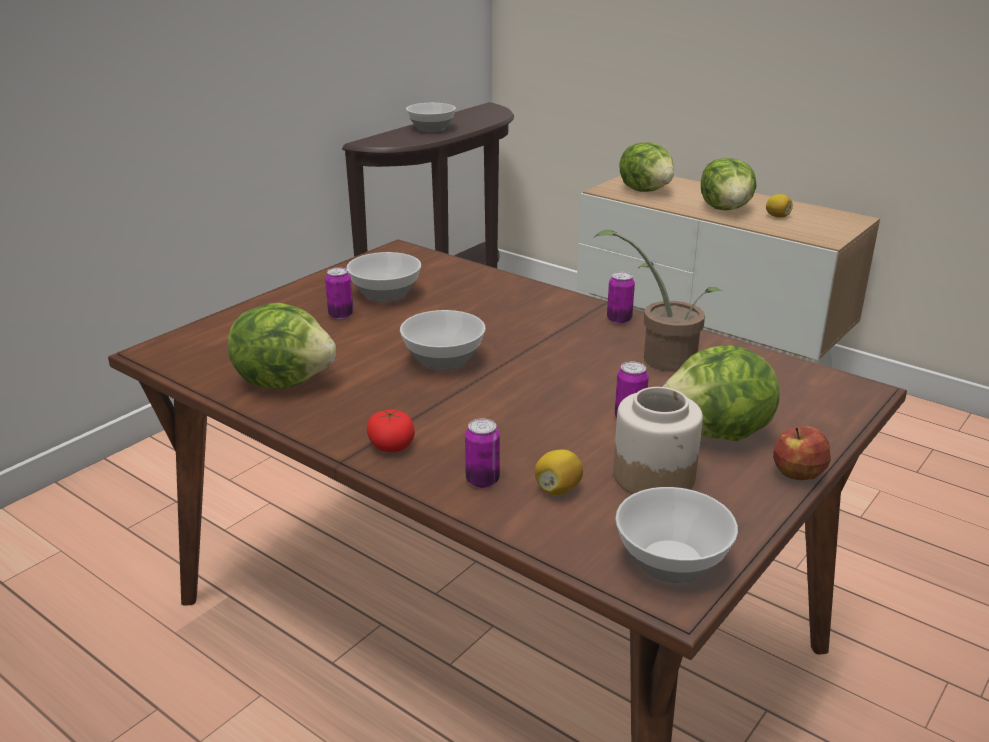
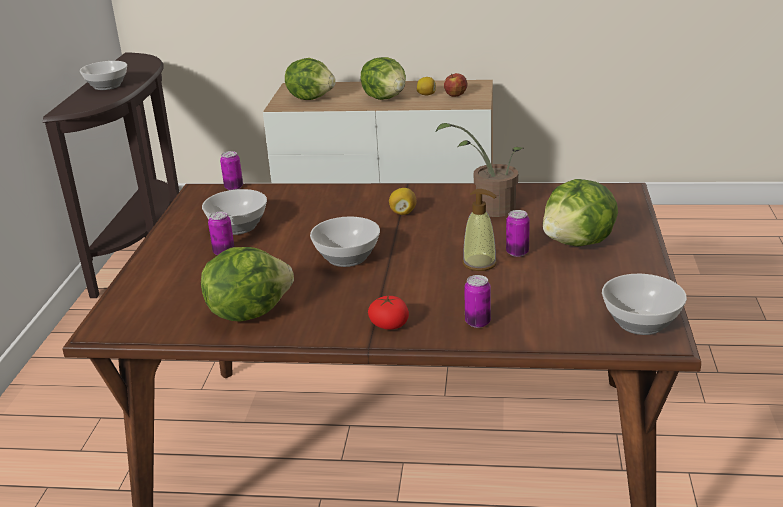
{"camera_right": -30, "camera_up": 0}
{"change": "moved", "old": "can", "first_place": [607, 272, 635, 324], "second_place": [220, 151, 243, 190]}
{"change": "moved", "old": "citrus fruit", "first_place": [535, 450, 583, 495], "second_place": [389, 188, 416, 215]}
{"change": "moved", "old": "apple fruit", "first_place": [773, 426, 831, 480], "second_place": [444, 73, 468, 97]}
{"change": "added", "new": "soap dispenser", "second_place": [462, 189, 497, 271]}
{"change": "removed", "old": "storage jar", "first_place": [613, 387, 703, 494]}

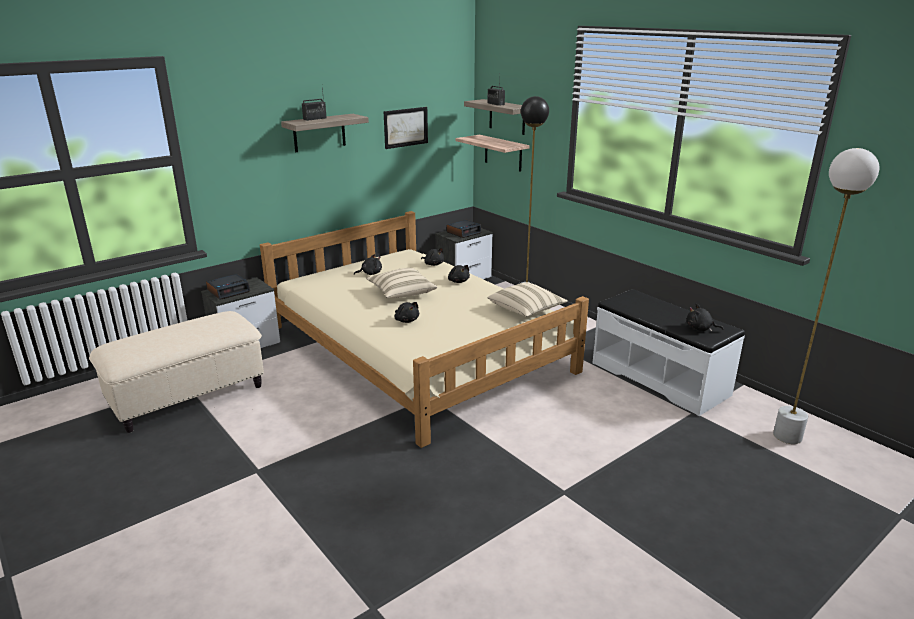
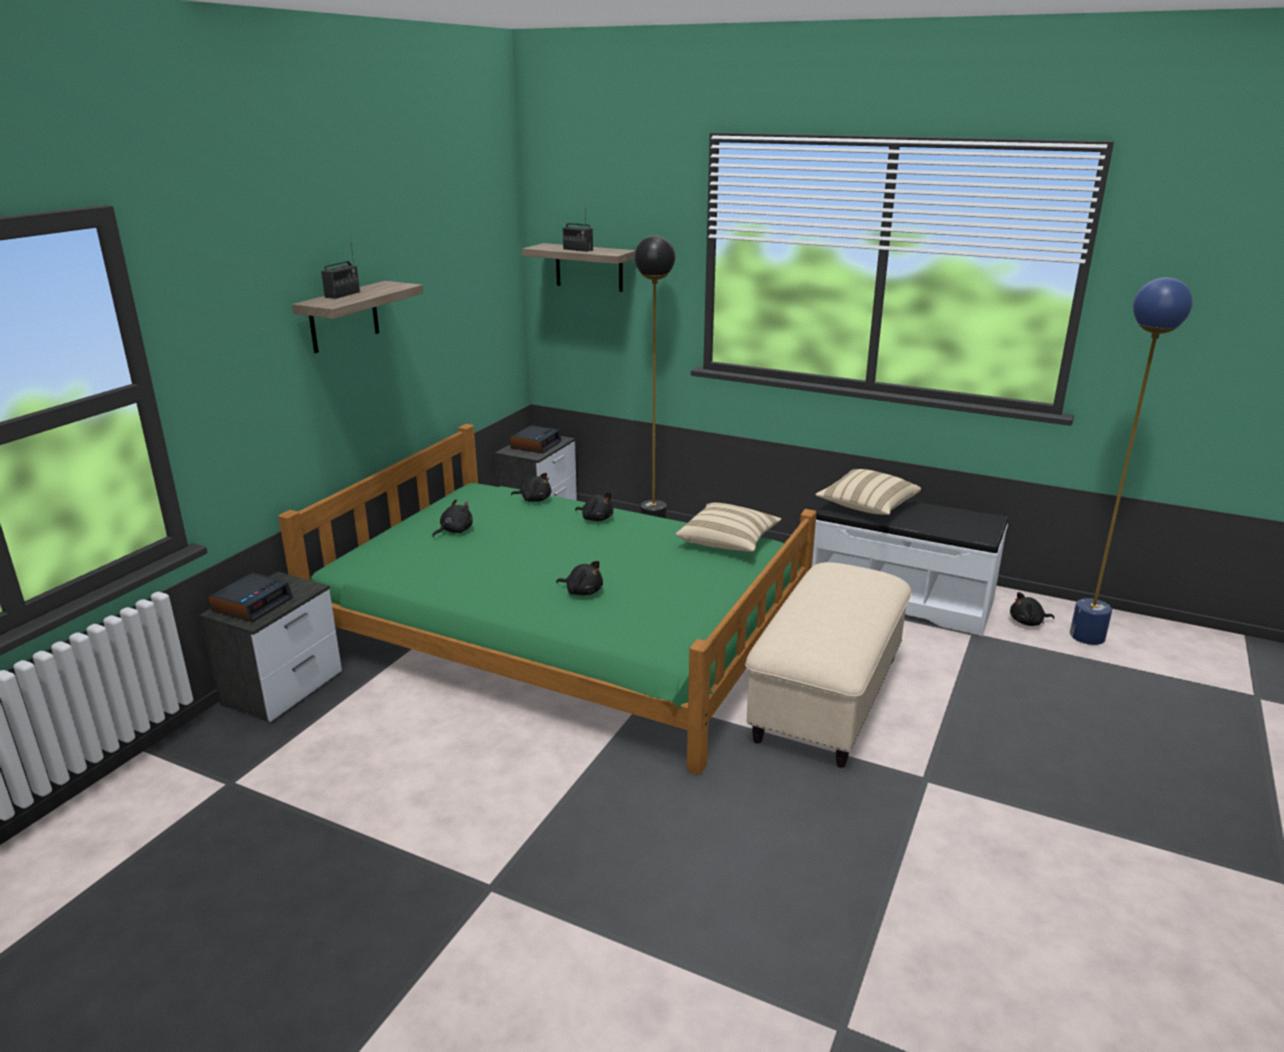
{"camera_right": -25, "camera_up": 0}
{"change": "recoloured", "old": "beige-coloured sleeping bed", "new": "greenish sleeping bed", "first_place": [260, 211, 589, 448], "second_place": [278, 424, 817, 775]}
{"change": "moved", "old": "beige-coloured footrest", "first_place": [89, 311, 264, 433], "second_place": [745, 562, 912, 768]}
{"change": "moved", "old": "beige-coloured pillow", "first_place": [366, 268, 437, 298], "second_place": [815, 469, 921, 515]}
{"change": "moved", "old": "black soft toy", "first_place": [686, 304, 724, 332], "second_place": [1010, 592, 1055, 626]}
{"change": "recoloured", "old": "white standard lamp", "new": "blue standard lamp", "first_place": [773, 148, 879, 444], "second_place": [1070, 277, 1193, 645]}
{"change": "removed", "old": "wall picture", "first_place": [384, 107, 428, 149]}
{"change": "removed", "old": "wall shelf", "first_place": [455, 135, 530, 172]}

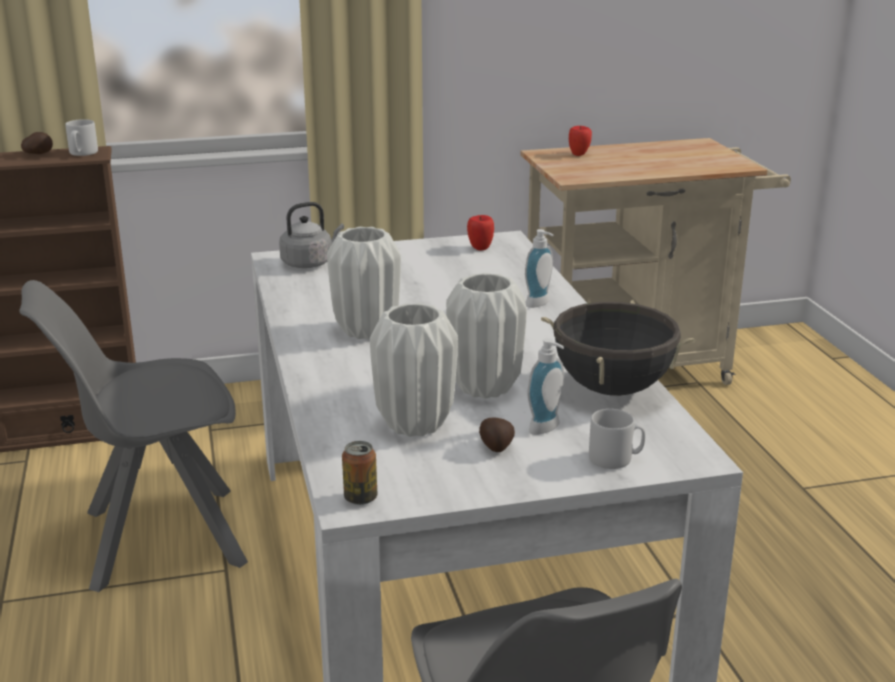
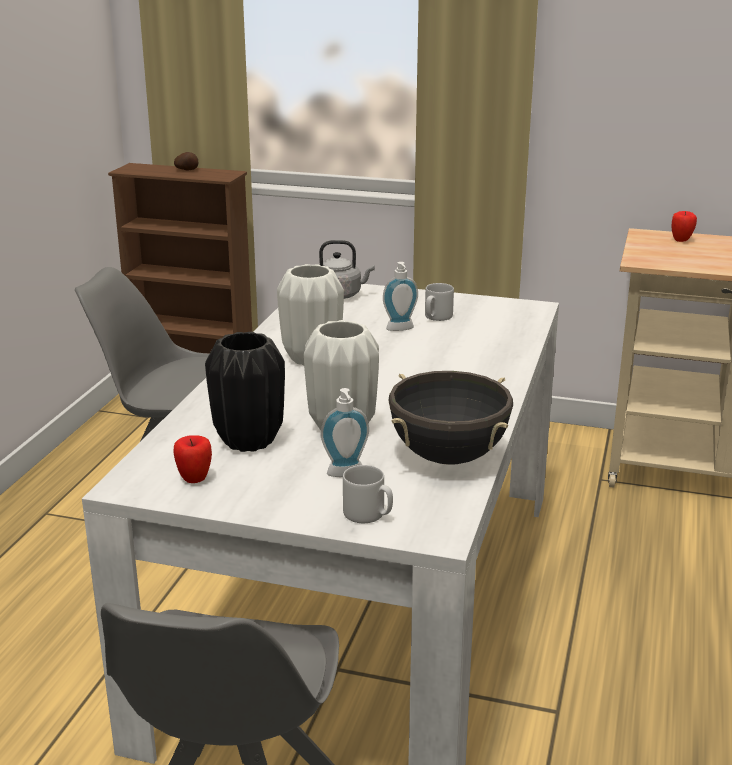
{"camera_right": 30, "camera_up": 0}
{"change": "moved", "old": "apple fruit", "first_place": [467, 215, 494, 250], "second_place": [174, 435, 212, 483]}
{"change": "recoloured", "old": "white flower vase", "new": "black flower vase", "first_place": [370, 303, 458, 437], "second_place": [205, 332, 285, 452]}
{"change": "moved", "old": "soap dispenser", "first_place": [525, 229, 554, 308], "second_place": [383, 262, 418, 331]}
{"change": "moved", "old": "grey mug", "first_place": [65, 119, 98, 156], "second_place": [425, 283, 454, 321]}
{"change": "removed", "old": "can", "first_place": [342, 441, 378, 505]}
{"change": "removed", "old": "potato", "first_place": [479, 417, 515, 452]}

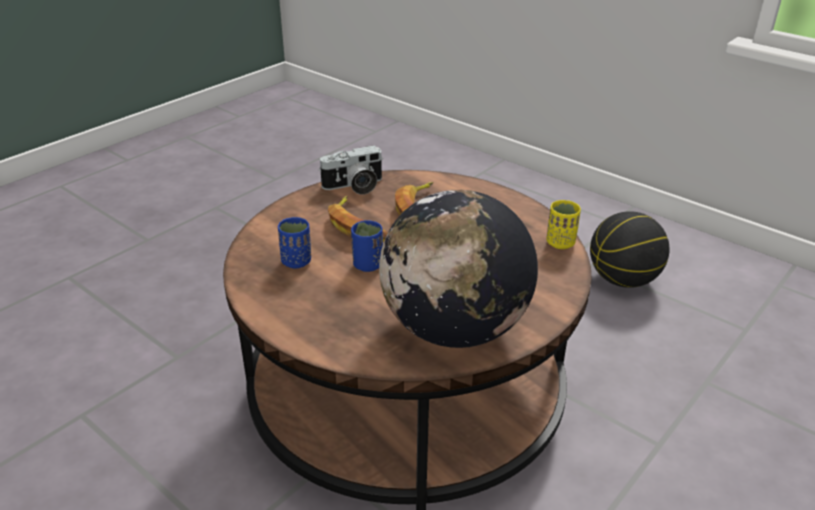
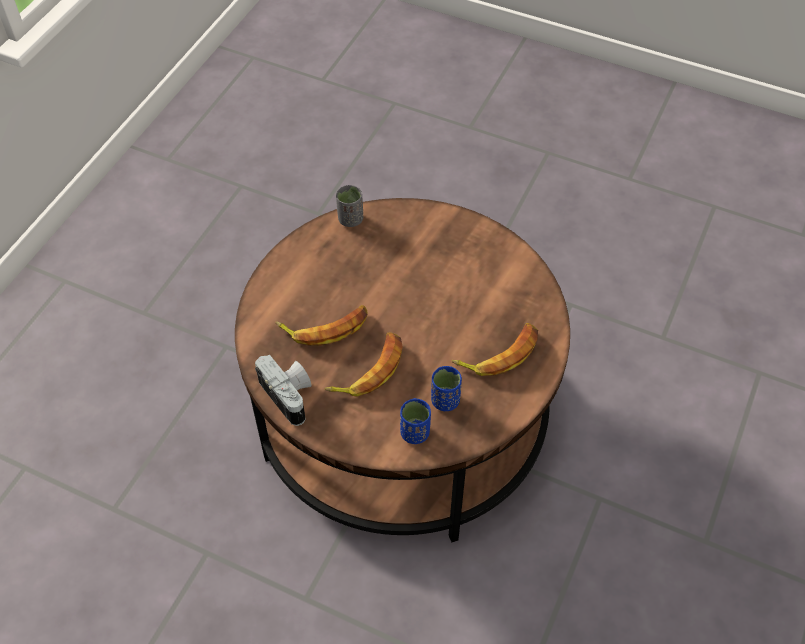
{"camera_right": -105, "camera_up": 20}
{"change": "recoloured", "old": "yellowish drinking cup", "new": "grey drinking cup", "first_place": [546, 200, 581, 249], "second_place": [336, 185, 363, 227]}
{"change": "moved", "old": "blue drinking cup", "first_place": [351, 220, 383, 272], "second_place": [400, 398, 431, 444]}
{"change": "added", "new": "banana fruit", "second_place": [451, 323, 538, 376]}
{"change": "removed", "old": "globe", "first_place": [379, 190, 538, 348]}
{"change": "removed", "old": "basketball", "first_place": [590, 211, 670, 288]}

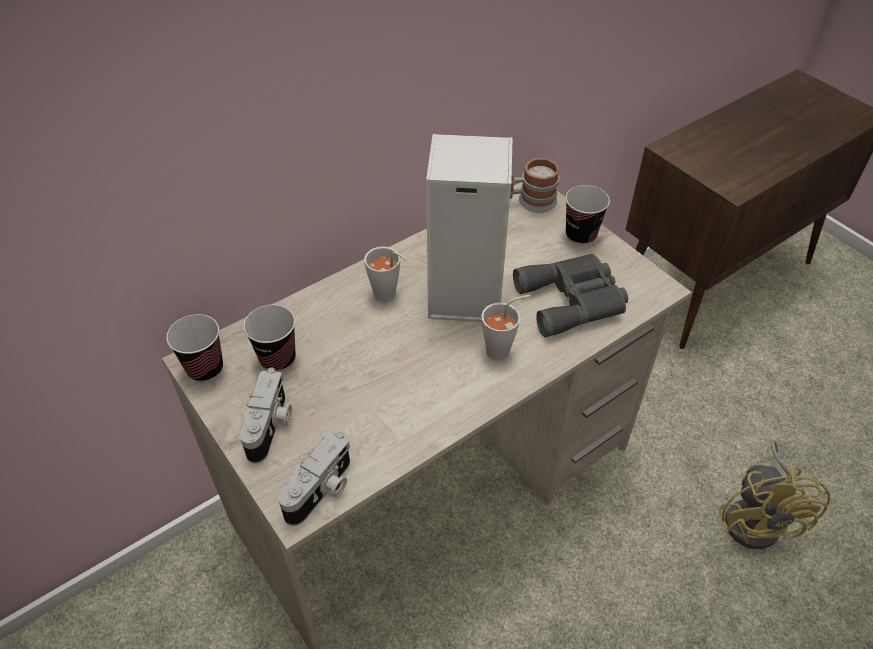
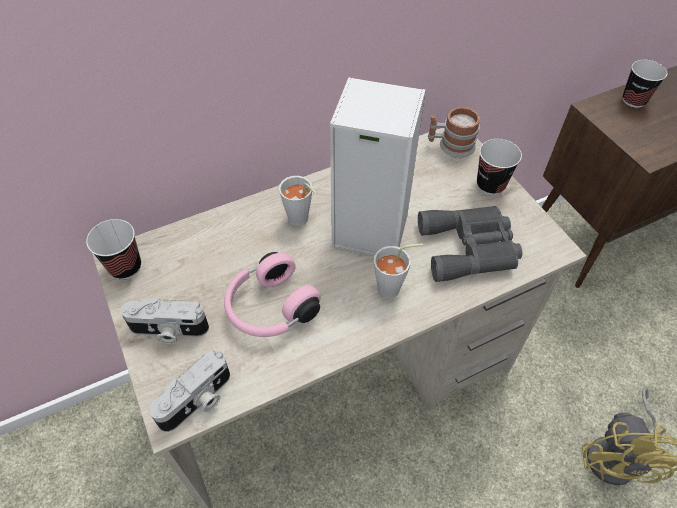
{"camera_right": 10, "camera_up": 5}
{"change": "turned", "old": "photo camera", "first_place": [239, 368, 292, 464], "second_place": [120, 298, 209, 345], "degrees": 75}
{"change": "added", "new": "pink-coloured headset", "second_place": [224, 252, 321, 337]}
{"change": "moved", "old": "drinking cup", "first_place": [244, 305, 296, 372], "second_place": [623, 60, 667, 108]}

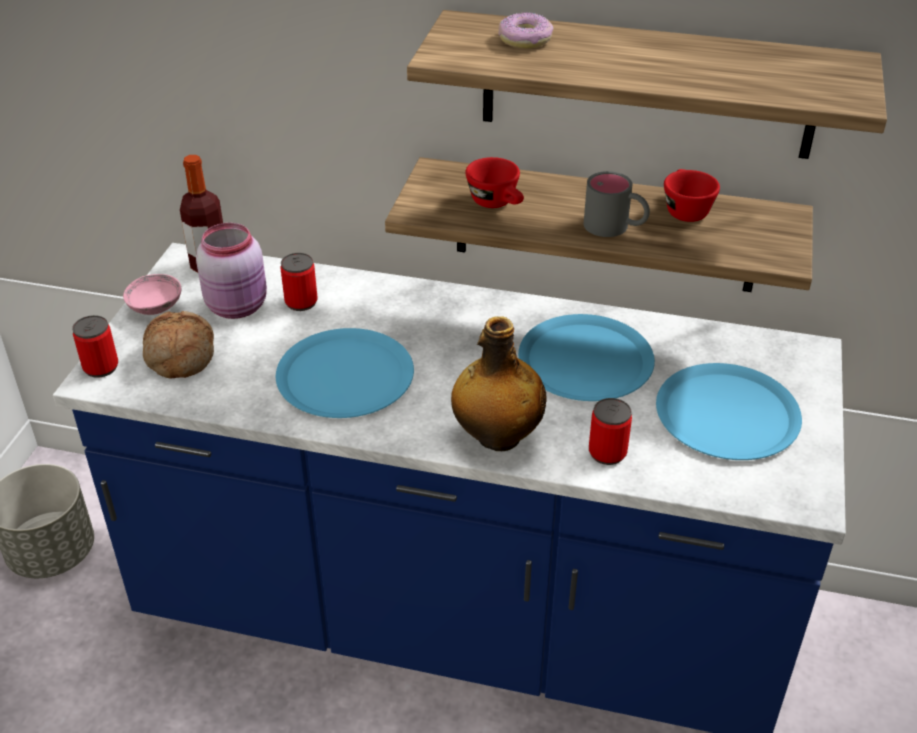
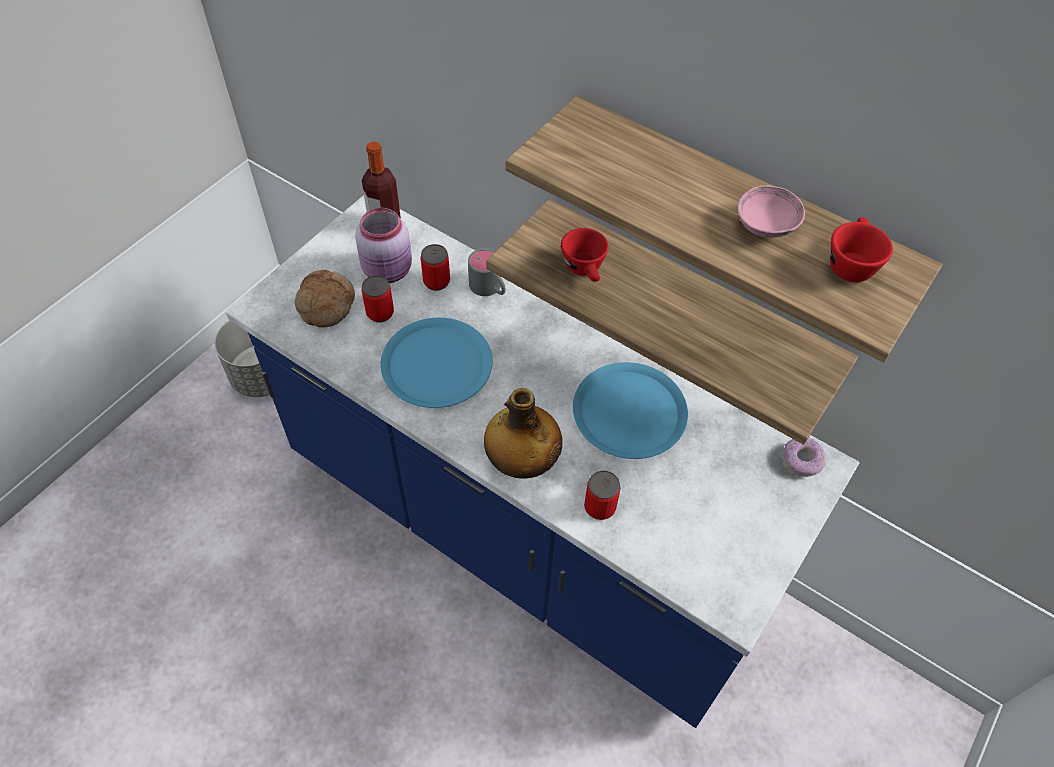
{"camera_right": 20, "camera_up": 15}
{"change": "moved", "old": "can", "first_place": [72, 315, 118, 378], "second_place": [362, 275, 394, 322]}
{"change": "moved", "old": "grey mug", "first_place": [584, 171, 650, 237], "second_place": [468, 248, 506, 296]}
{"change": "moved", "old": "pink-coloured deep dish", "first_place": [123, 274, 181, 315], "second_place": [738, 185, 805, 238]}
{"change": "moved", "old": "donut", "first_place": [498, 12, 553, 49], "second_place": [782, 438, 826, 477]}
{"change": "moved", "old": "red-coloured drinking cup", "first_place": [664, 169, 720, 222], "second_place": [830, 217, 893, 282]}
{"change": "removed", "old": "blue flat dish", "first_place": [656, 363, 802, 460]}

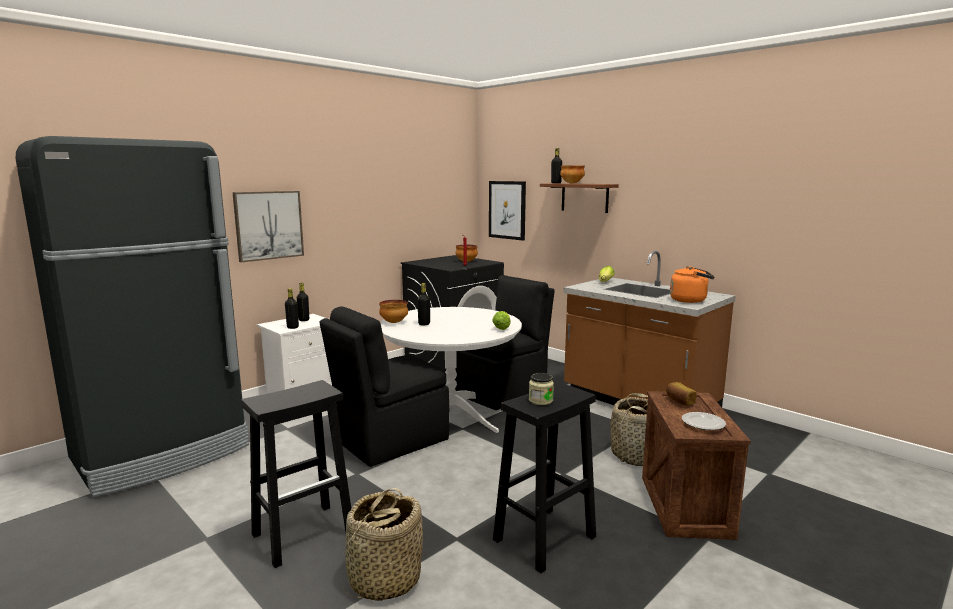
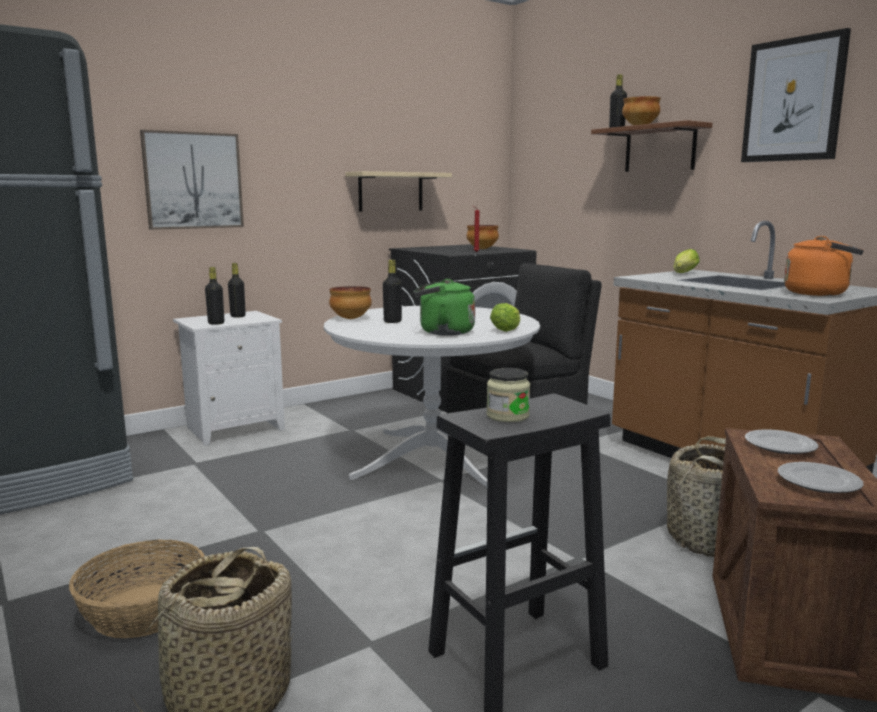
{"camera_right": 10, "camera_up": 0}
{"change": "replaced", "old": "black stool", "new": "household basket", "first_place": [241, 380, 351, 568], "second_place": [69, 540, 205, 638]}
{"change": "added", "new": "beige-coloured wall shelf", "second_place": [345, 171, 452, 211]}
{"change": "added", "new": "greenish water kettle", "second_place": [413, 279, 475, 336]}
{"change": "moved", "old": "wall picture", "first_place": [489, 181, 526, 241], "second_place": [741, 28, 851, 162]}
{"change": "replaced", "old": "bakery bread", "new": "flat dish", "first_place": [666, 382, 697, 406], "second_place": [745, 430, 818, 454]}
{"change": "removed", "old": "black upright chair", "first_place": [319, 306, 450, 467]}

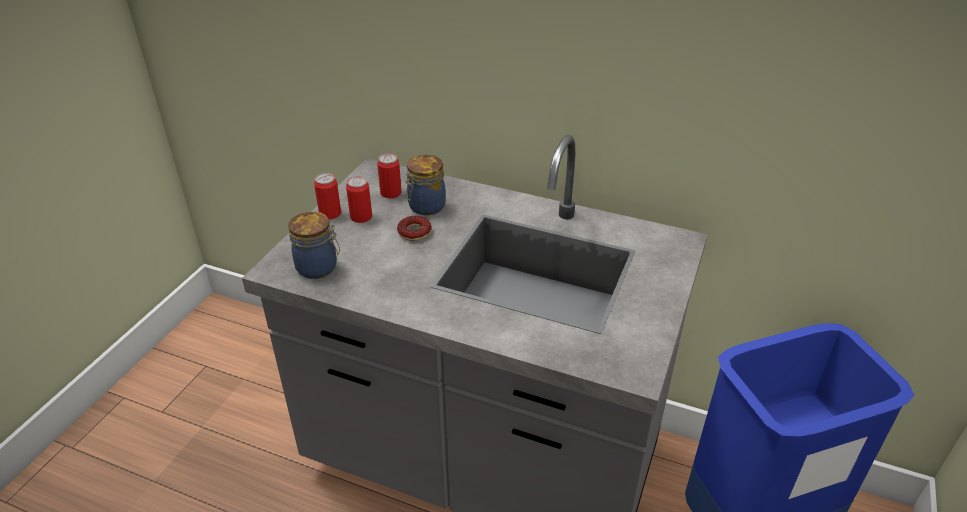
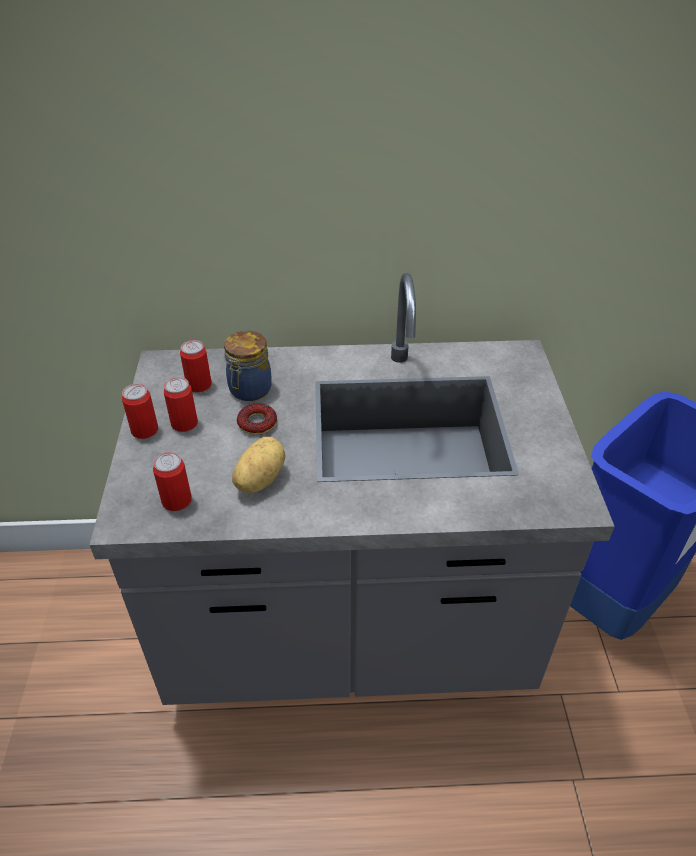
{"camera_right": -25, "camera_up": 5}
{"change": "replaced", "old": "storage jar", "new": "can", "first_place": [288, 212, 340, 279], "second_place": [153, 452, 192, 511]}
{"change": "added", "new": "potato", "second_place": [232, 437, 286, 493]}

